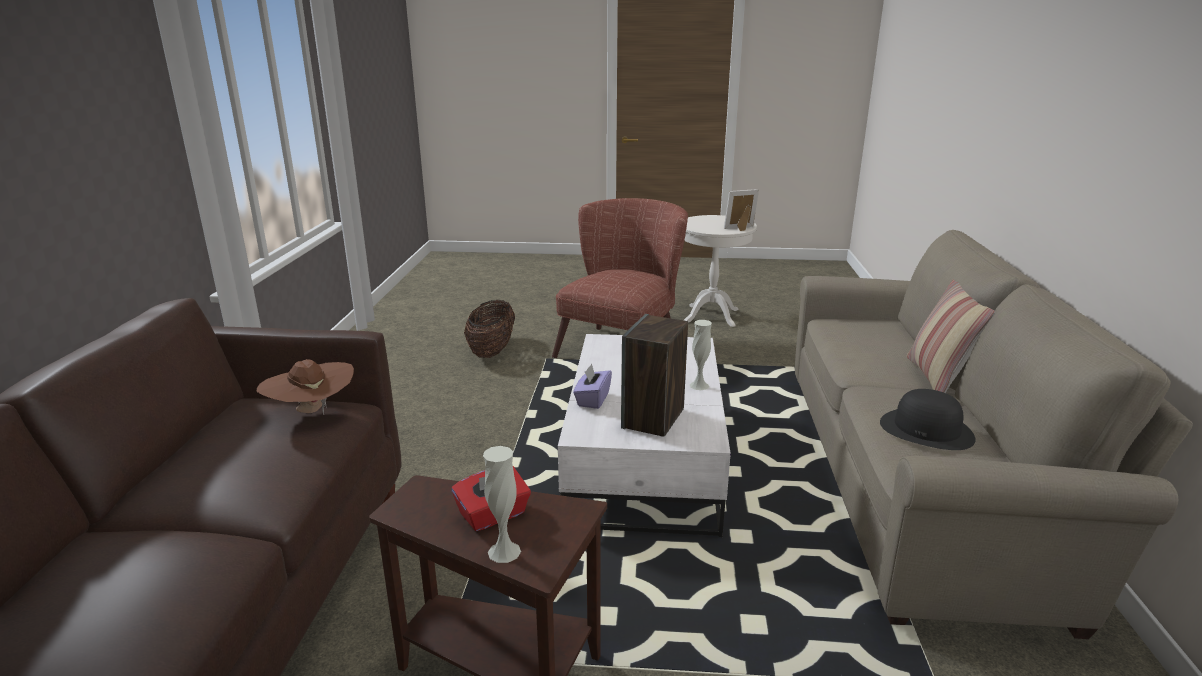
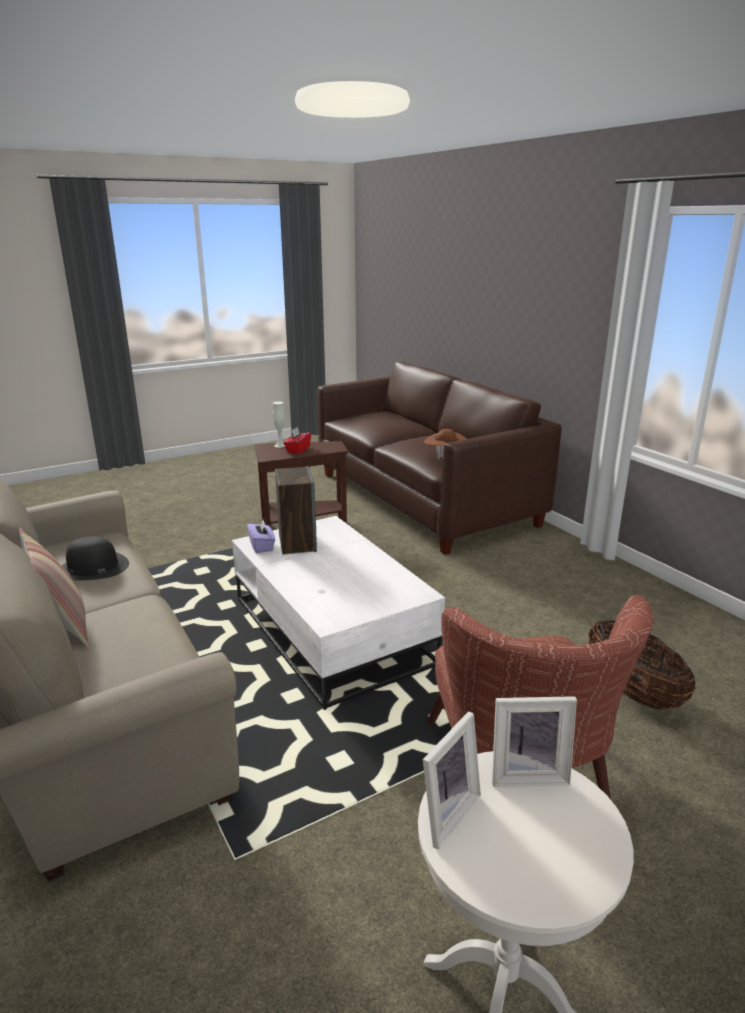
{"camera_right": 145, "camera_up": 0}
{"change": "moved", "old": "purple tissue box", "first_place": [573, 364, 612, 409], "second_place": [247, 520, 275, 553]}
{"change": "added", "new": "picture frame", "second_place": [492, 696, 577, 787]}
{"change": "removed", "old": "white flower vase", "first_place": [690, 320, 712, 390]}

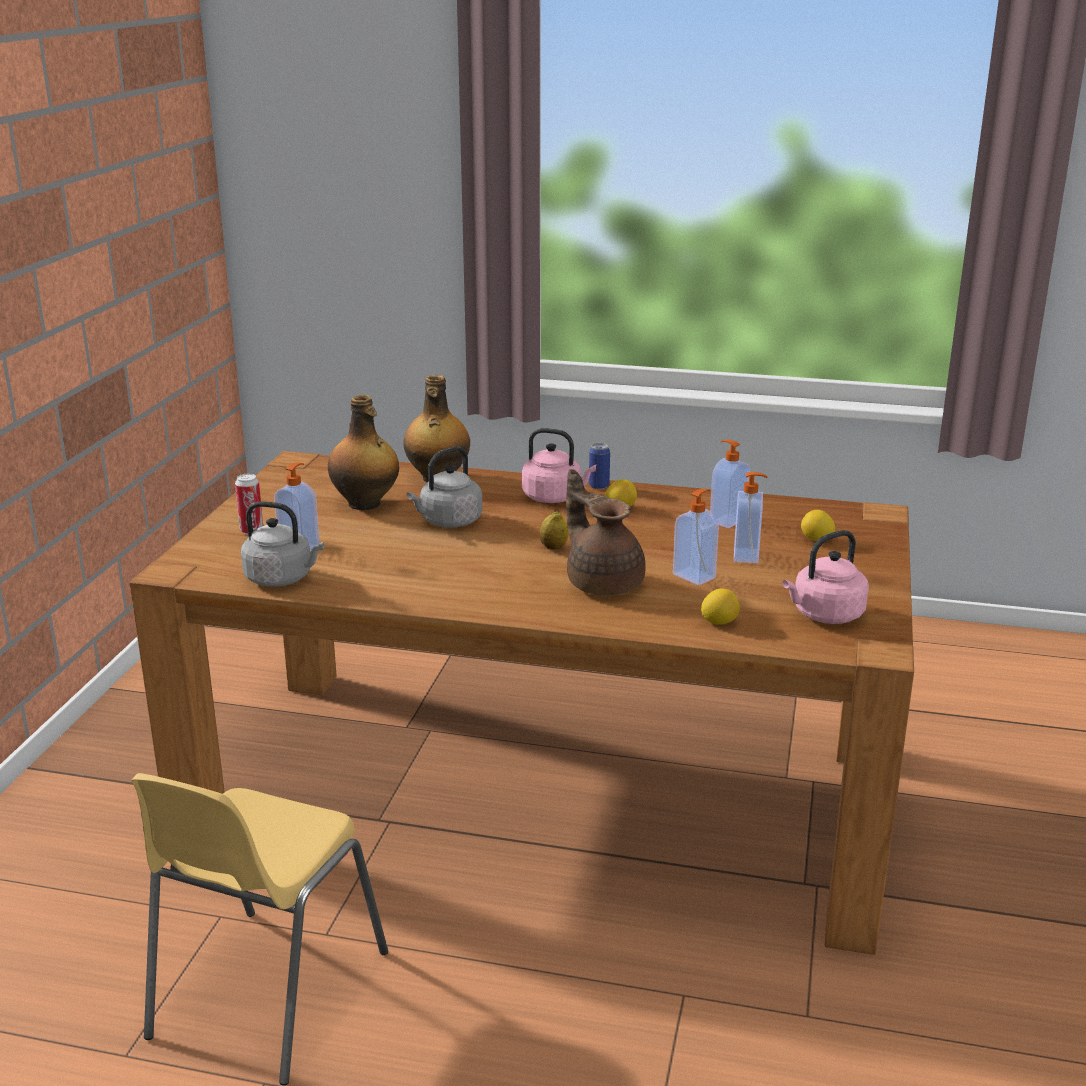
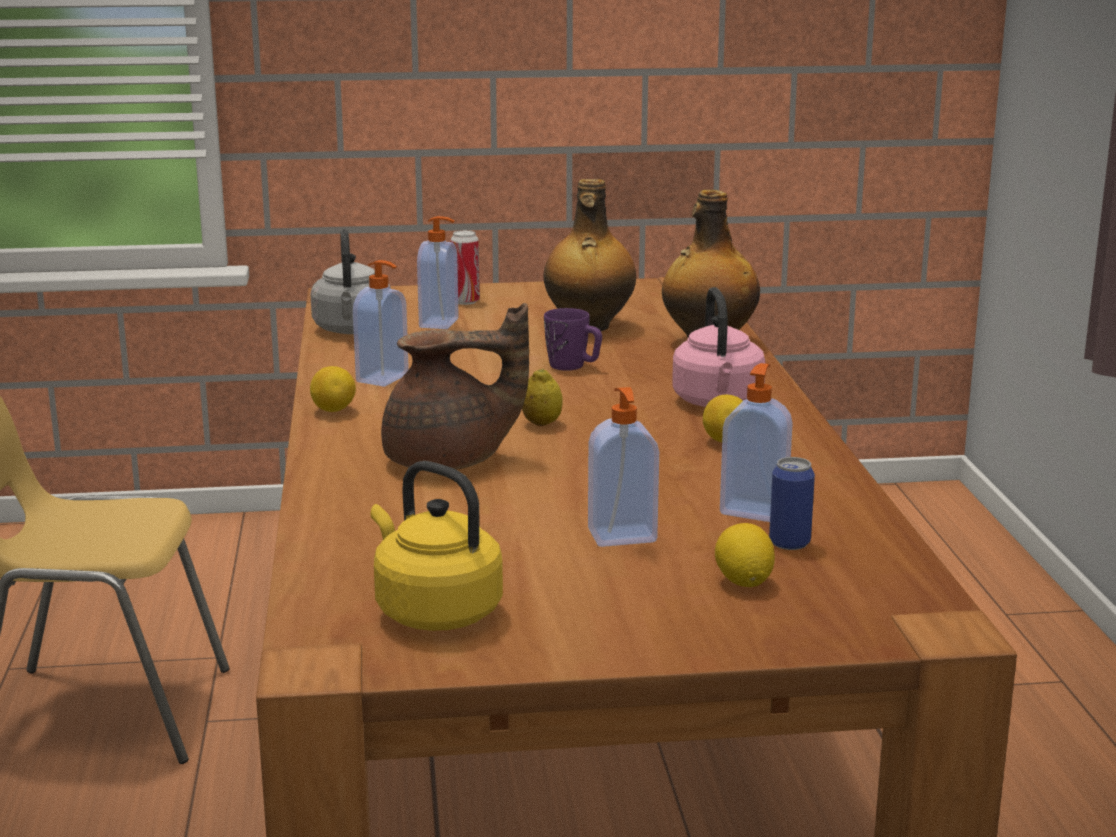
{"camera_right": 70, "camera_up": -5}
{"change": "moved", "old": "citrus fruit", "first_place": [701, 589, 740, 625], "second_place": [310, 366, 356, 412]}
{"change": "moved", "old": "soap dispenser", "first_place": [673, 489, 719, 585], "second_place": [353, 260, 409, 387]}
{"change": "recoloured", "old": "pink-coloured water kettle", "new": "yellowish water kettle", "first_place": [782, 530, 869, 624], "second_place": [371, 461, 503, 631]}
{"change": "turned", "old": "brown teapot", "first_place": [566, 469, 646, 595], "second_place": [381, 303, 529, 470], "degrees": 45}
{"change": "replaced", "old": "grey water kettle", "new": "purple mug", "first_place": [406, 446, 482, 528], "second_place": [544, 308, 602, 371]}
{"change": "moved", "old": "can", "first_place": [589, 443, 610, 489], "second_place": [769, 457, 815, 550]}

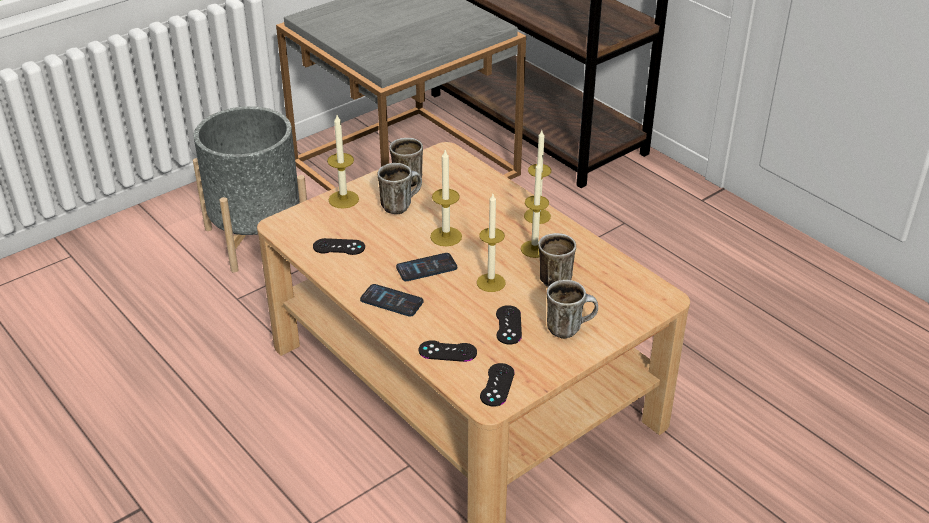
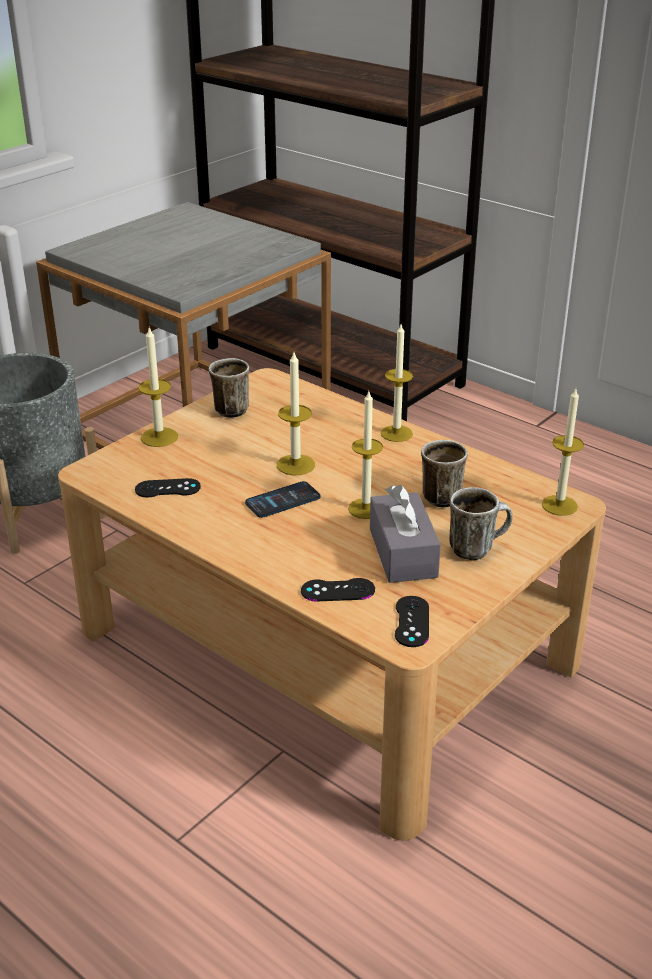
{"camera_right": -10, "camera_up": -5}
{"change": "replaced", "old": "black joypad", "new": "grey tissue box", "first_place": [496, 305, 522, 345], "second_place": [370, 485, 441, 583]}
{"change": "moved", "old": "wax candle", "first_place": [521, 162, 549, 258], "second_place": [542, 389, 584, 516]}
{"change": "removed", "old": "handset", "first_place": [360, 284, 424, 317]}
{"change": "removed", "old": "mug", "first_place": [378, 163, 422, 214]}

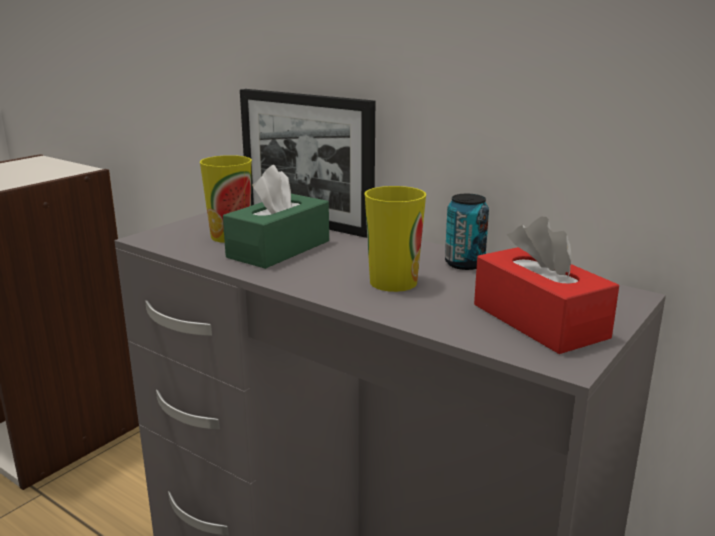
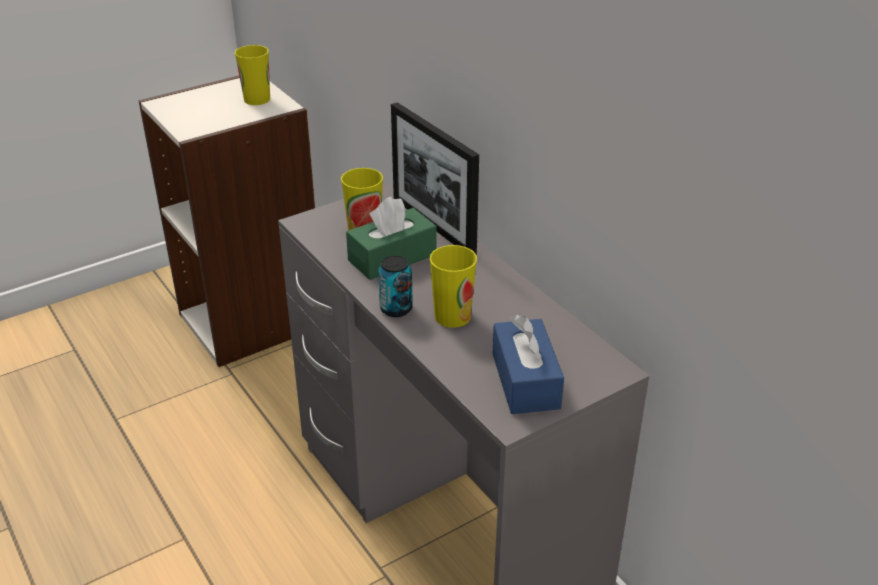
{"camera_right": 20, "camera_up": 15}
{"change": "added", "new": "drinking cup", "second_place": [235, 45, 270, 105]}
{"change": "moved", "old": "can", "first_place": [445, 194, 489, 270], "second_place": [378, 256, 413, 317]}
{"change": "recoloured", "old": "red-coloured tissue box", "new": "blue tissue box", "first_place": [474, 217, 619, 354], "second_place": [493, 315, 564, 414]}

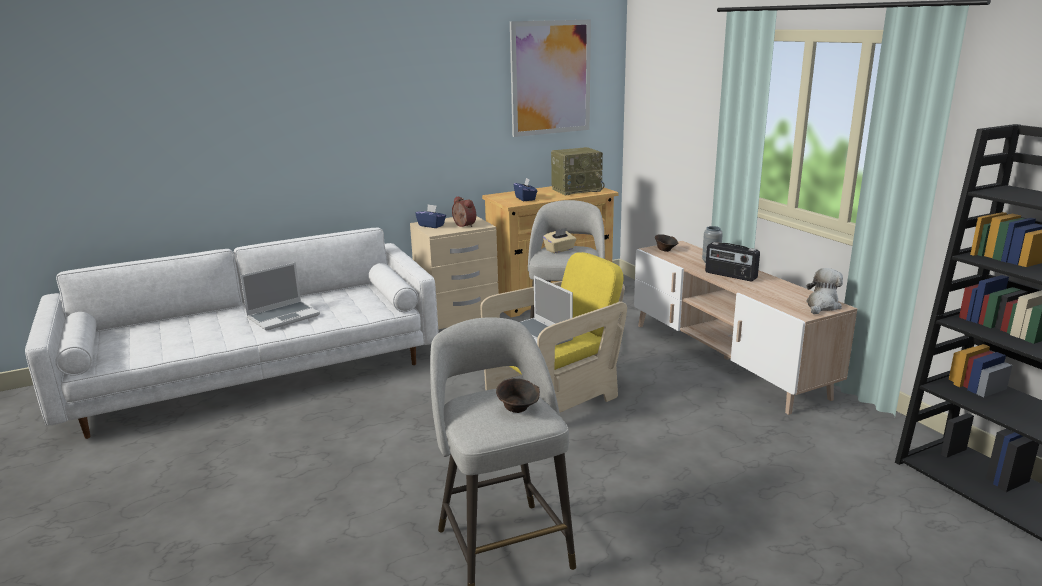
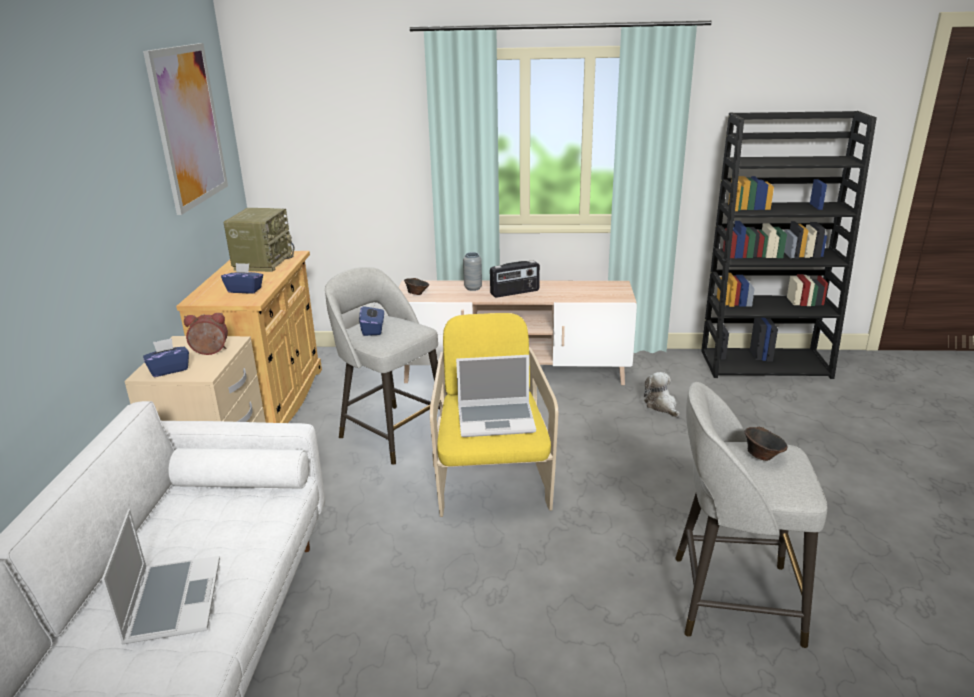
{"camera_right": -60, "camera_up": 5}
{"change": "recoloured", "old": "beige-coloured tissue box", "new": "blue tissue box", "first_place": [543, 228, 576, 253], "second_place": [359, 304, 384, 336]}
{"change": "moved", "old": "soft toy", "first_place": [806, 268, 843, 314], "second_place": [644, 372, 680, 417]}

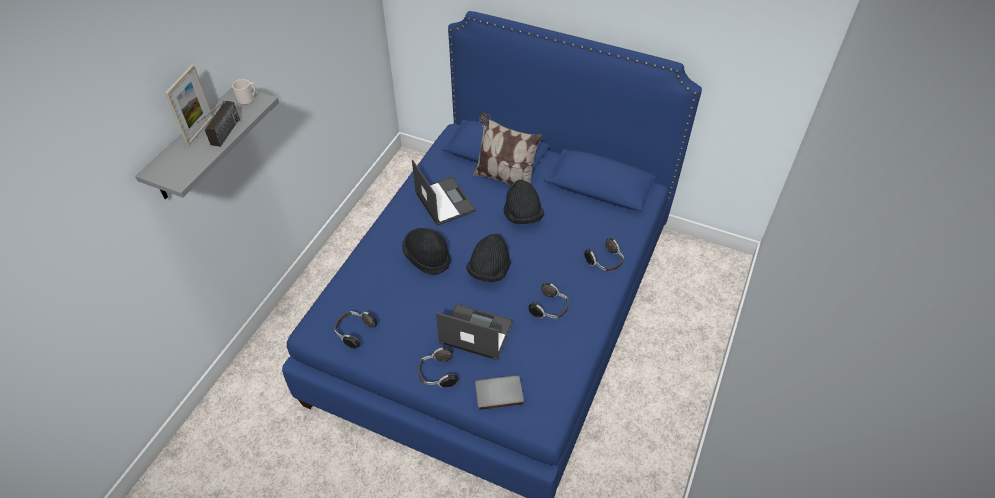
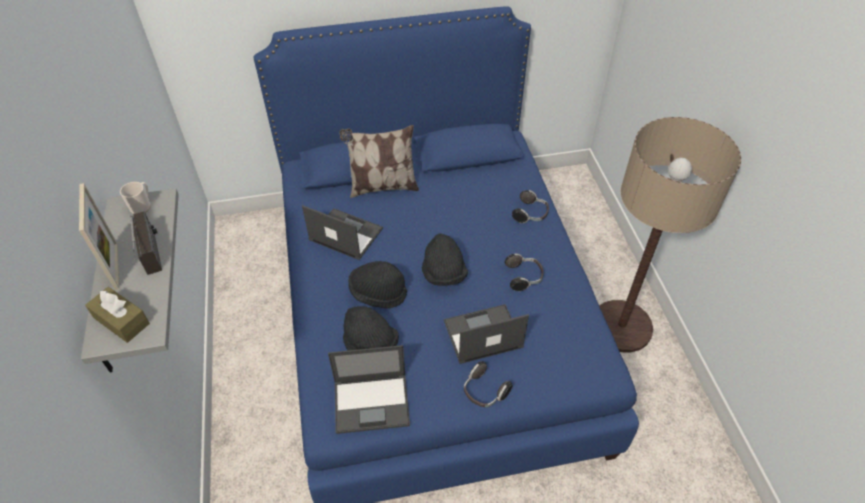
{"camera_right": -35, "camera_up": 0}
{"change": "added", "new": "brown tissue box", "second_place": [85, 287, 150, 343]}
{"change": "replaced", "old": "headset", "new": "portable computer", "first_place": [334, 311, 377, 349], "second_place": [328, 345, 410, 434]}
{"change": "moved", "old": "black wearable hat", "first_place": [503, 179, 544, 224], "second_place": [343, 306, 399, 351]}
{"change": "added", "new": "standard lamp", "second_place": [599, 117, 741, 353]}
{"change": "removed", "old": "grey volume", "first_place": [475, 376, 524, 410]}

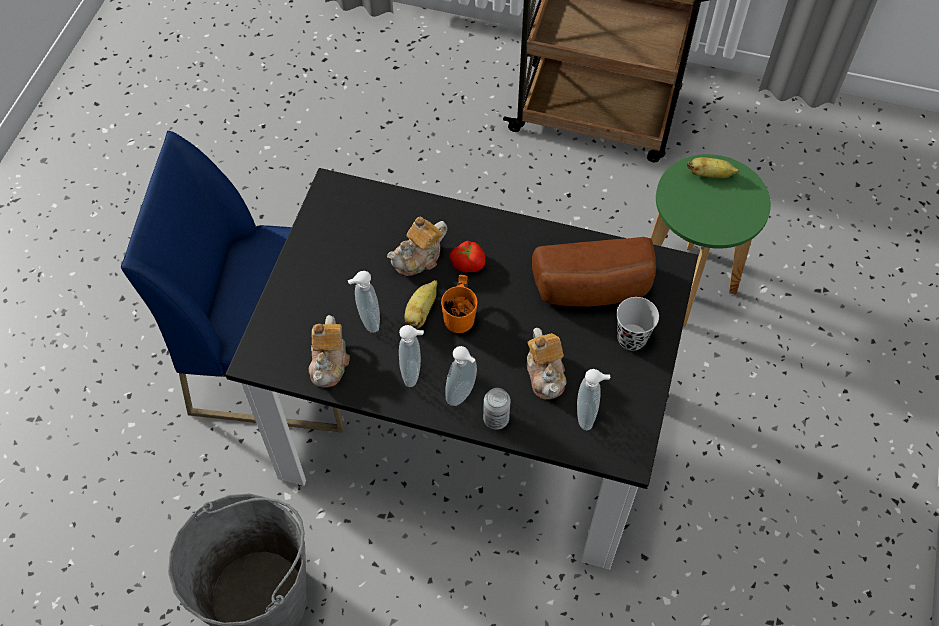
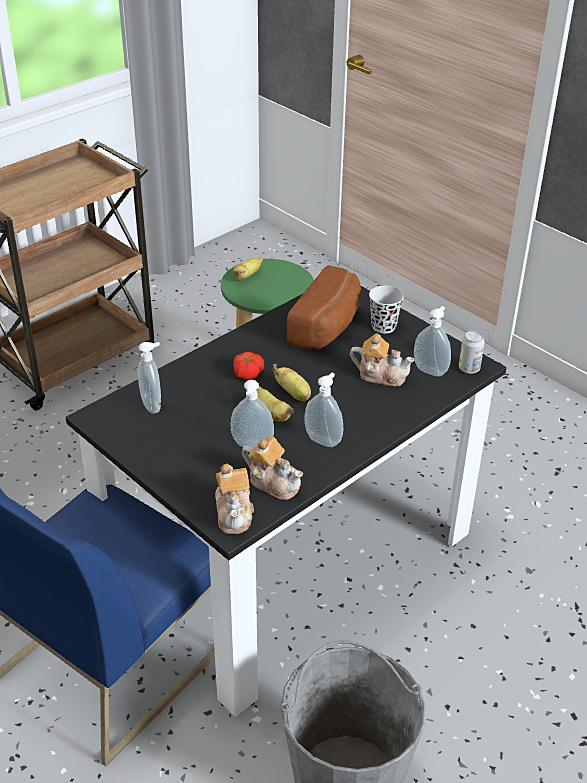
{"camera_right": -60, "camera_up": -20}
{"change": "moved", "old": "soap dispenser", "first_place": [446, 346, 477, 406], "second_place": [138, 342, 161, 414]}
{"change": "moved", "old": "teapot", "first_place": [387, 217, 447, 276], "second_place": [215, 464, 254, 534]}
{"change": "replaced", "old": "orange-coloured mug", "new": "banana fruit", "first_place": [441, 275, 477, 333], "second_place": [272, 364, 311, 401]}
{"change": "moved", "old": "can", "first_place": [483, 388, 511, 430], "second_place": [459, 331, 485, 374]}

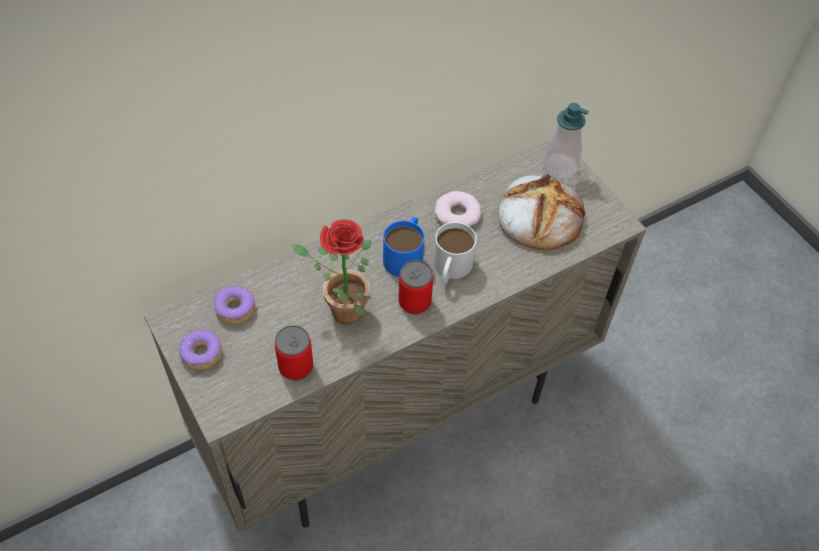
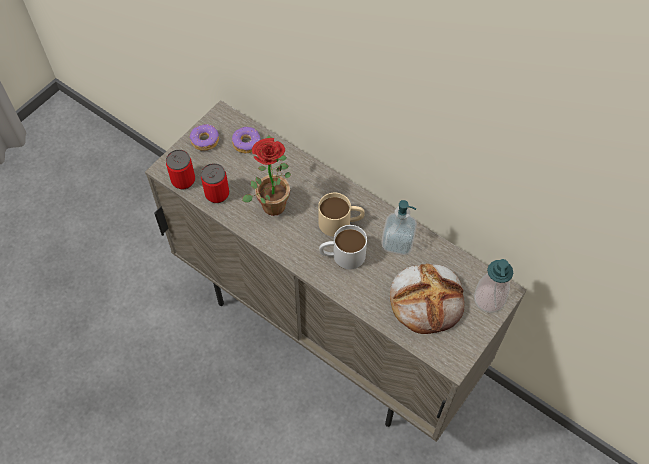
{"camera_right": 70, "camera_up": 5}
{"change": "moved", "old": "can", "first_place": [398, 260, 433, 314], "second_place": [166, 150, 195, 190]}
{"change": "recoloured", "old": "blue mug", "new": "beige-coloured mug", "first_place": [383, 217, 425, 277], "second_place": [318, 193, 365, 237]}
{"change": "replaced", "old": "donut", "new": "soap dispenser", "first_place": [435, 191, 481, 227], "second_place": [381, 200, 417, 256]}

